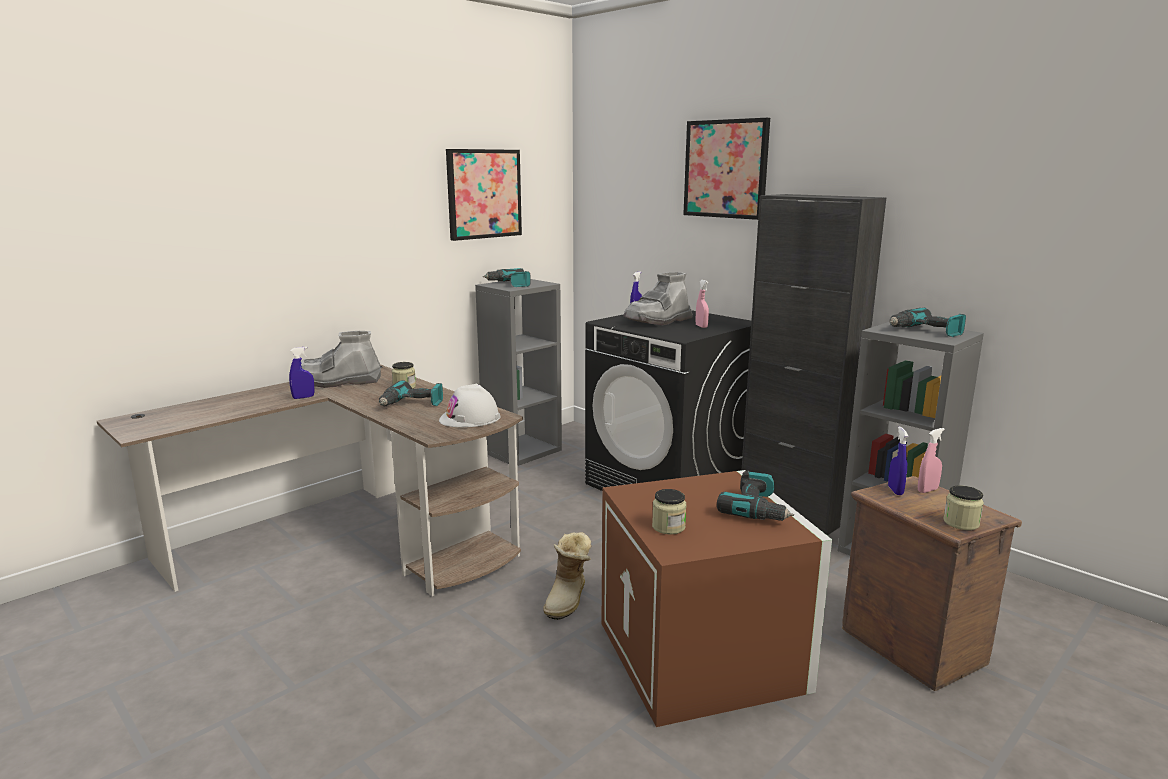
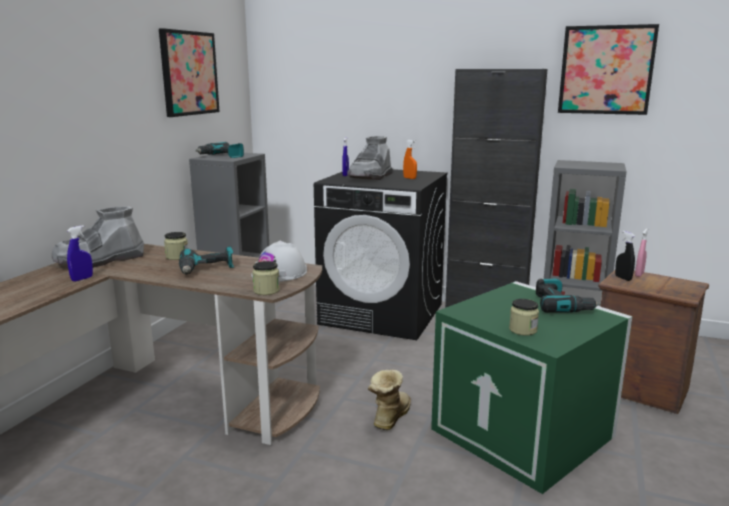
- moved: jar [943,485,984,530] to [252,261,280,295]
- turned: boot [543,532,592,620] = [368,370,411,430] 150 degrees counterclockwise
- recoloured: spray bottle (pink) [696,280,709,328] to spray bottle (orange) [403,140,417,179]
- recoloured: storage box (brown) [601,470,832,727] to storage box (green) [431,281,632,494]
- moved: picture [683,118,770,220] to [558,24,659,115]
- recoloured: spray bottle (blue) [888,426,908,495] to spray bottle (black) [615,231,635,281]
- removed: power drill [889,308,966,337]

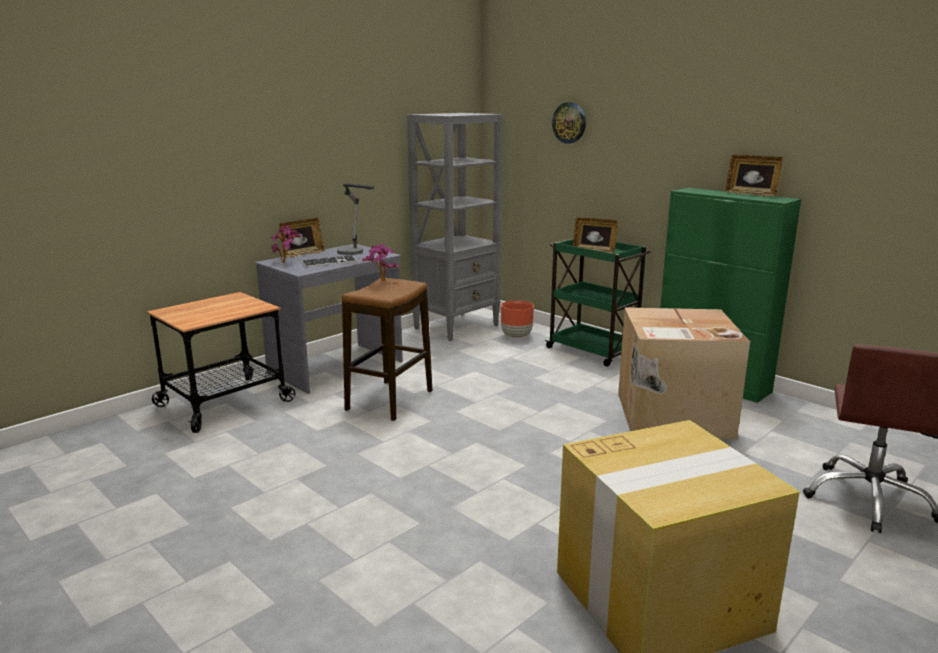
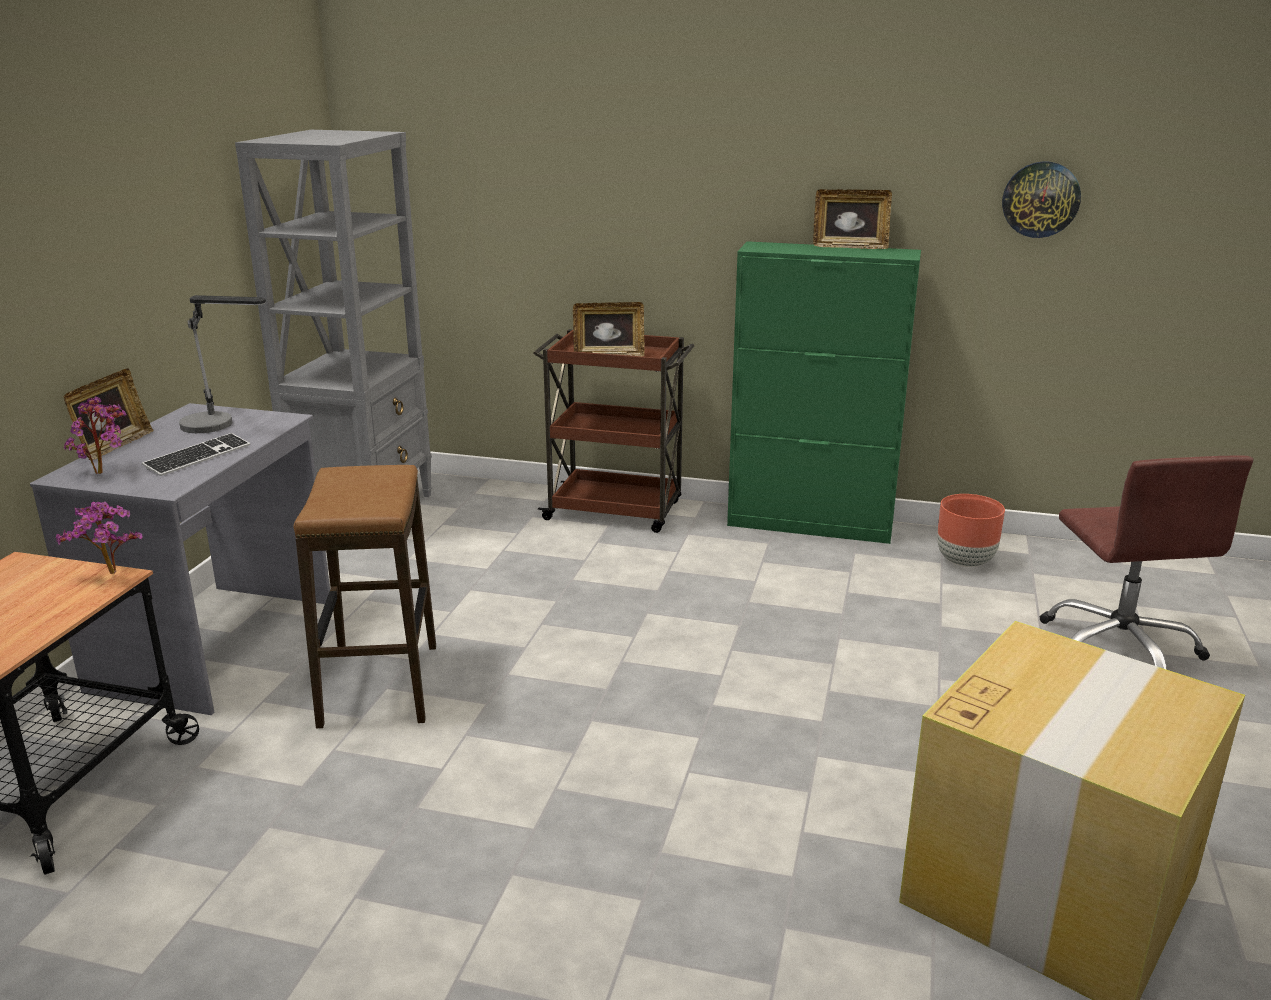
- moved: potted plant [362,244,399,282] to [56,502,143,574]
- recoloured: cart (green) [544,238,651,366] to cart (brown) [533,329,694,533]
- moved: planter (brown) [501,300,534,338] to [937,494,1005,567]
- moved: wall clock [552,102,586,144] to [1002,161,1081,238]
- removed: cardboard box [618,308,750,440]

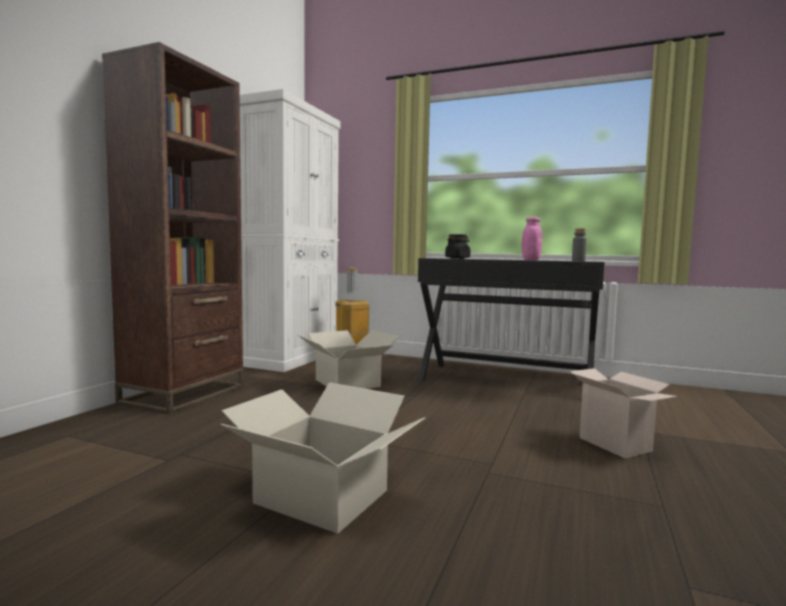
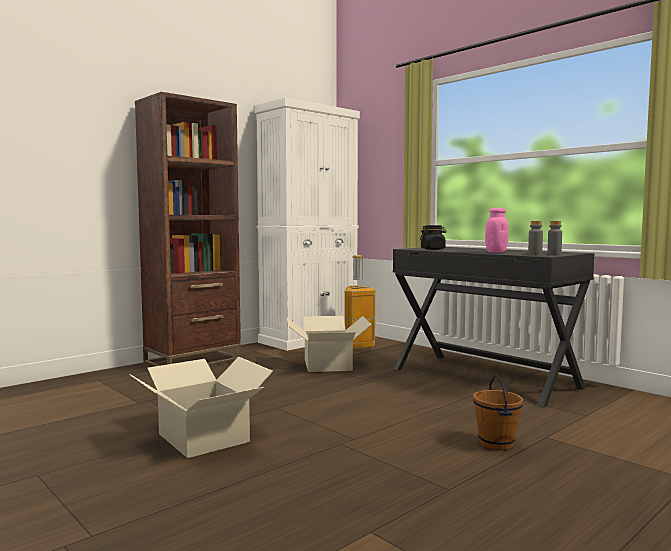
- replaced: cardboard box [570,368,677,458] to bucket (brown) [473,375,523,450]
- added: bottle (grey) [547,221,562,255]

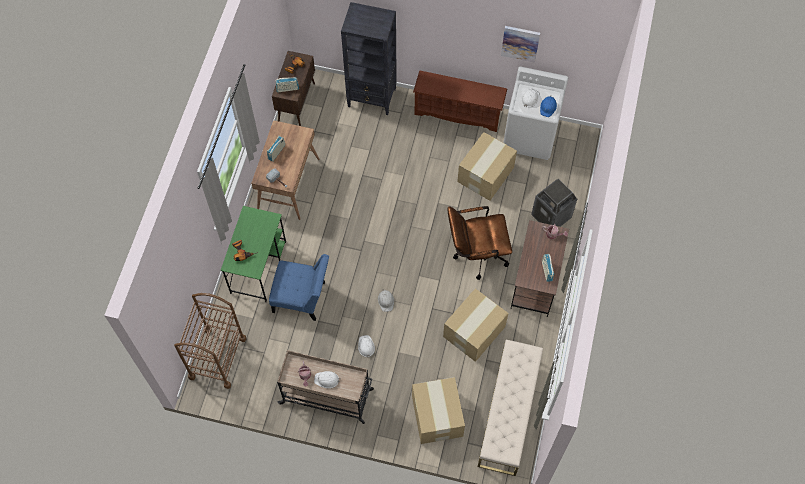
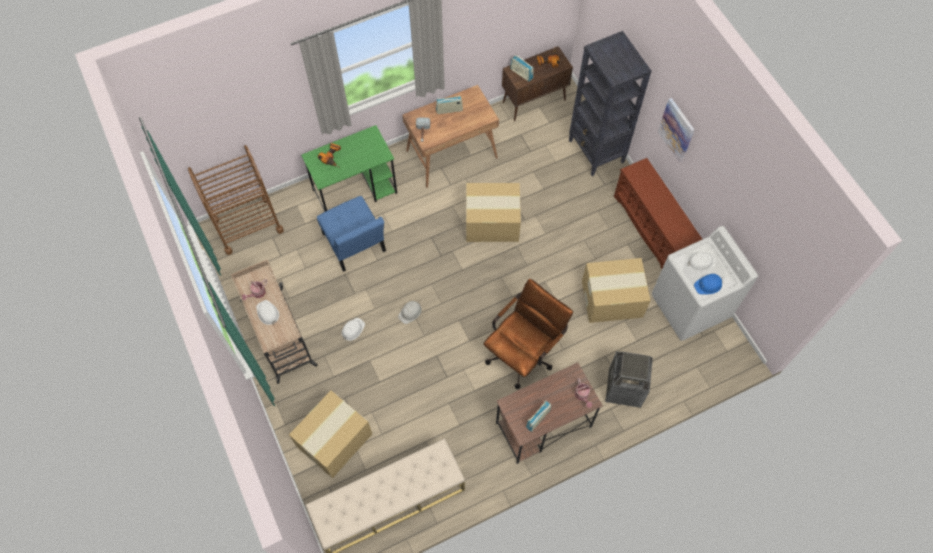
- moved: cardboard box [443,288,508,362] to [466,183,521,242]
- turned: office chair (brown) [447,206,512,280] = [483,279,573,389] 90 degrees clockwise
- moved: picture [501,26,540,63] to [658,98,695,163]

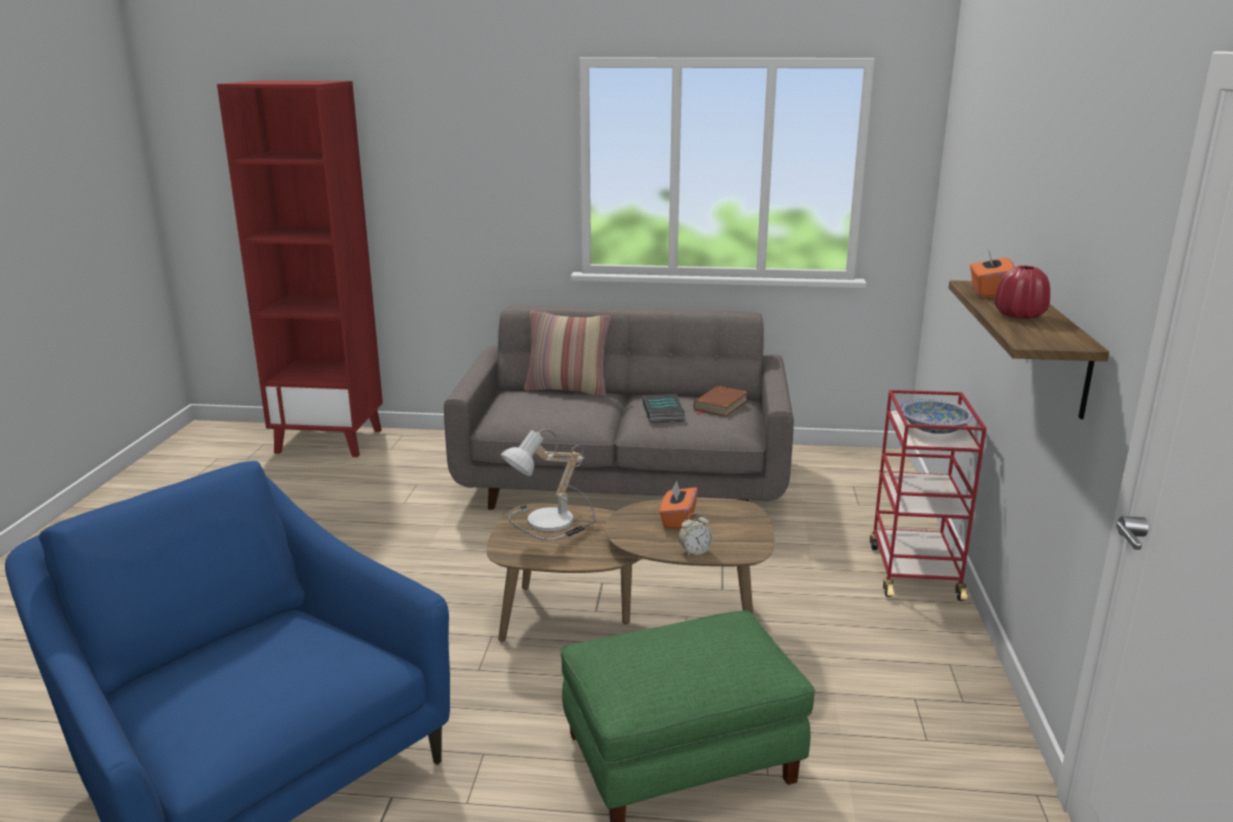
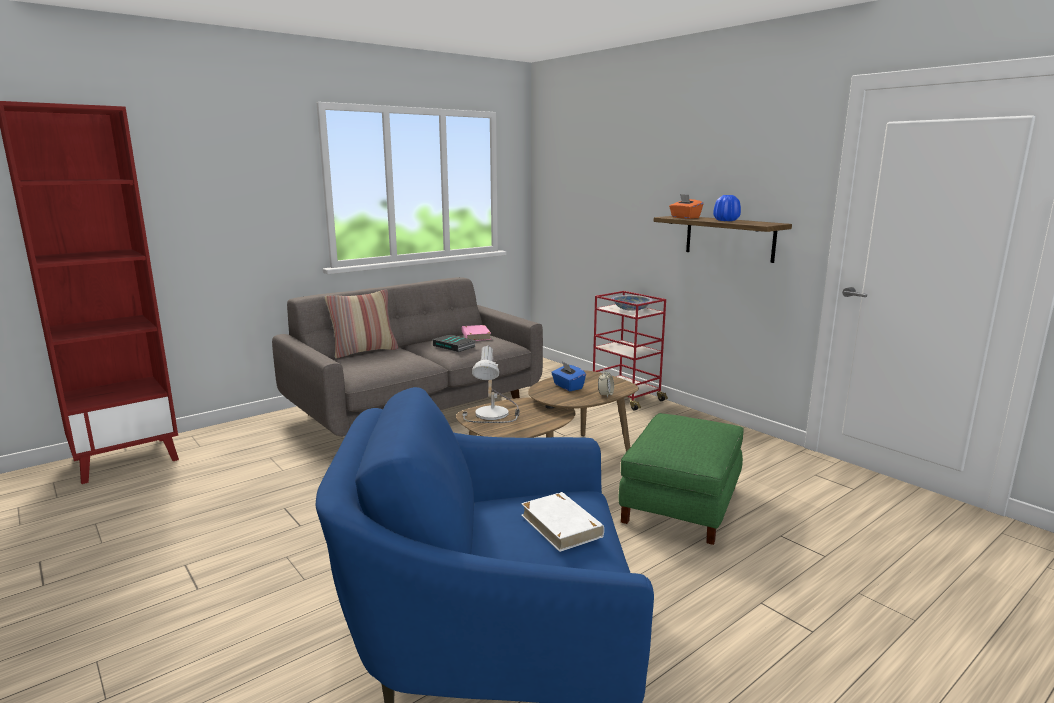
- recoloured: book (brown) [694,386,749,417] to book (pink) [462,325,491,341]
- added: book (white) [521,492,604,552]
- recoloured: tissue box (orange) [660,481,698,529] to tissue box (blue) [551,361,586,391]
- recoloured: vase (red) [994,266,1050,319] to vase (blue) [713,195,741,221]

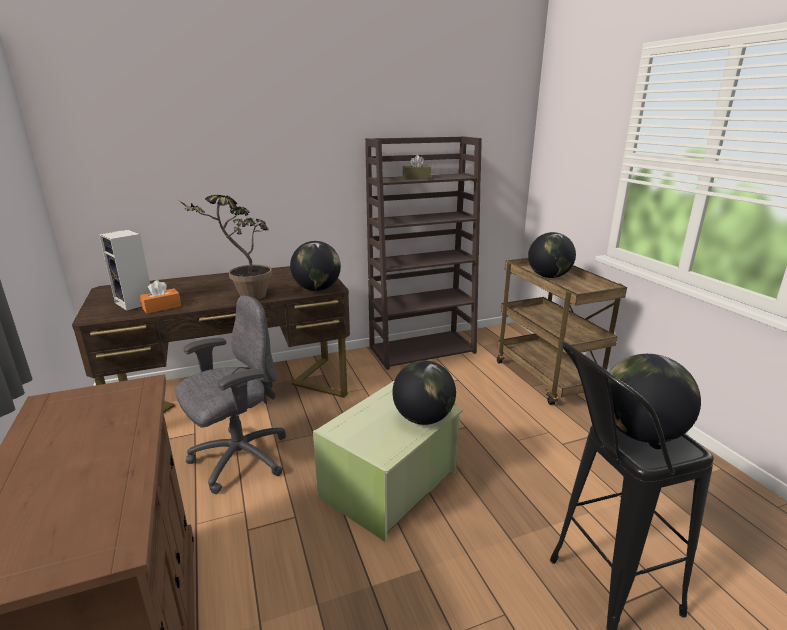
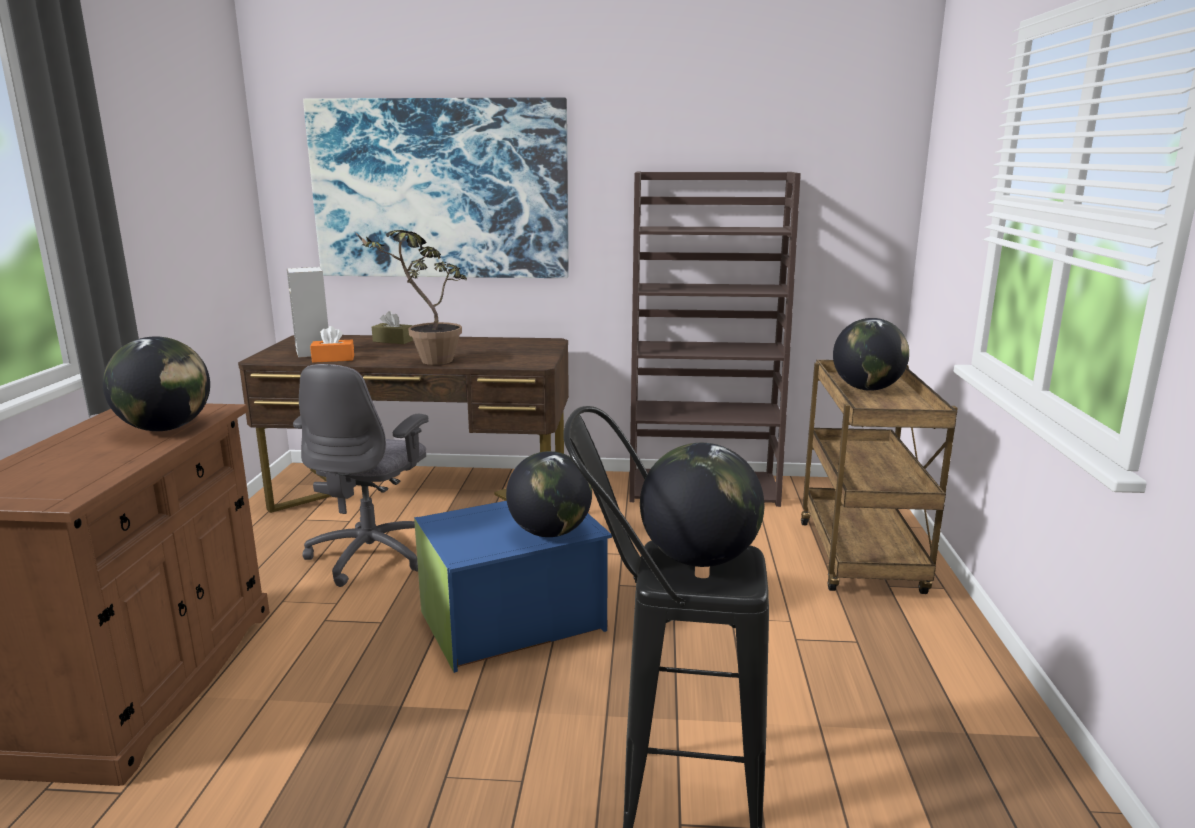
- moved: globe [290,241,341,291] to [103,336,210,431]
- turned: office chair (grey) [175,296,286,494] = [293,364,429,587] 120 degrees clockwise
- added: picture [303,97,569,278]
- moved: tissue box (brown) [403,155,431,179] to [372,311,413,344]
- recoloured: storage box (green) [313,381,463,542] to storage box (blue) [414,501,612,673]

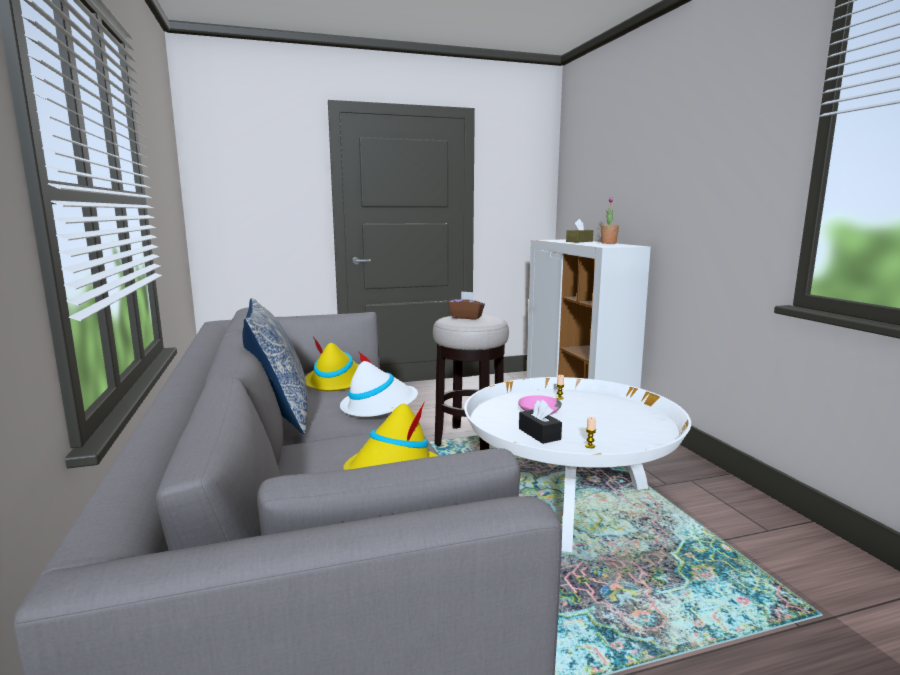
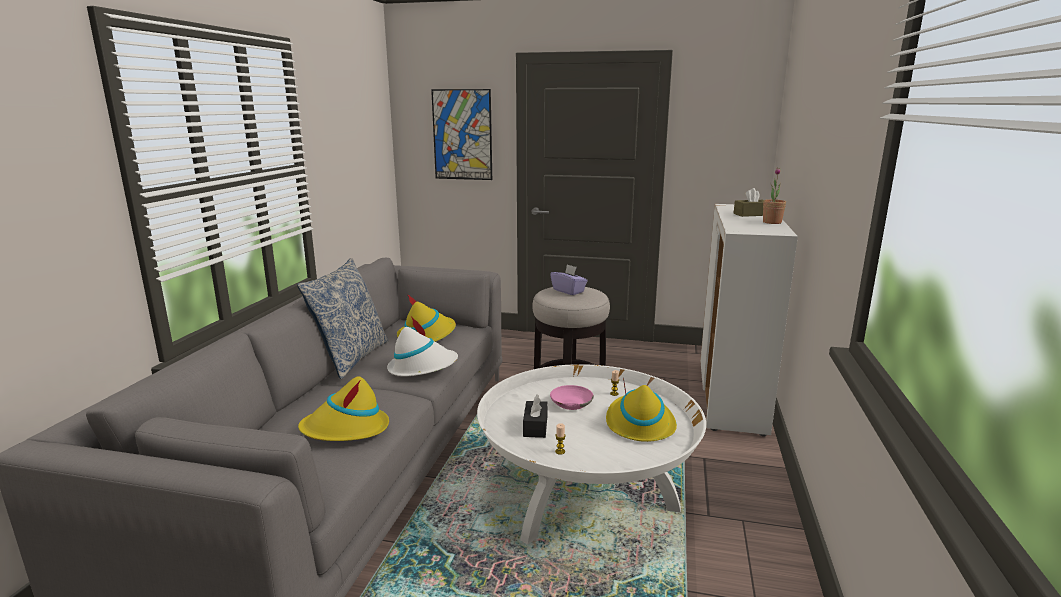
- added: picture [431,89,492,180]
- recoloured: tissue box (brown) [448,291,485,319] to tissue box (purple) [550,264,588,295]
- added: hat (yellow) [606,378,677,442]

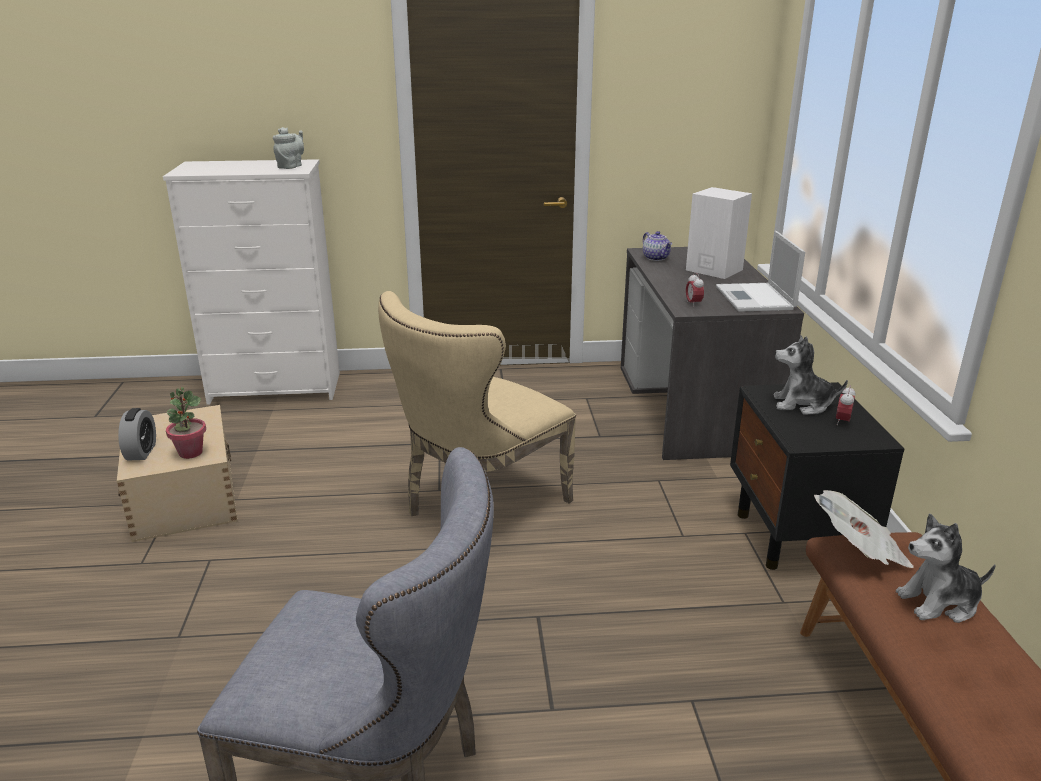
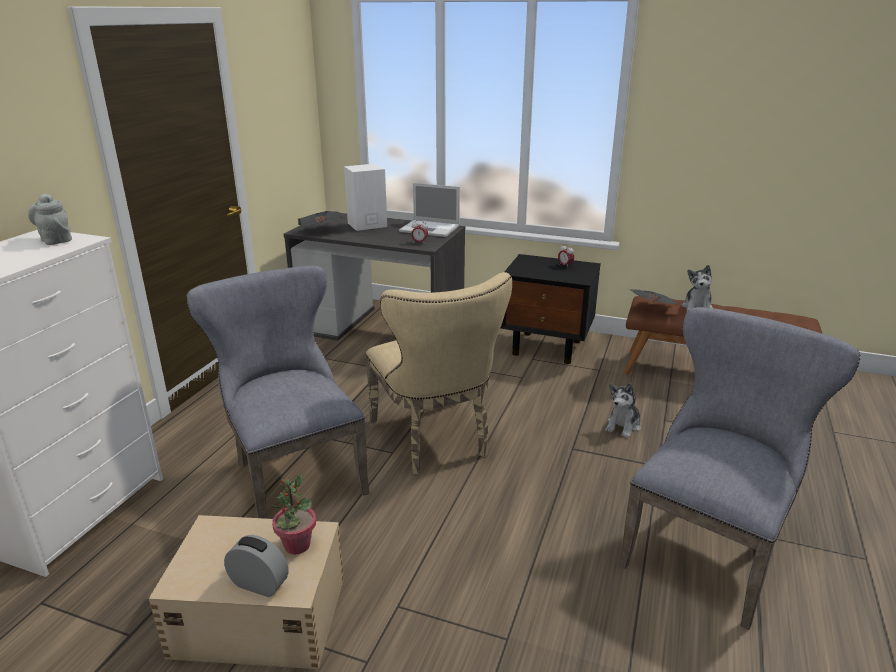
- added: chair (grey) [186,266,369,519]
- replaced: teapot [643,231,672,261] to newspaper [297,211,342,227]
- moved: plush toy [774,335,848,415] to [605,383,641,438]

